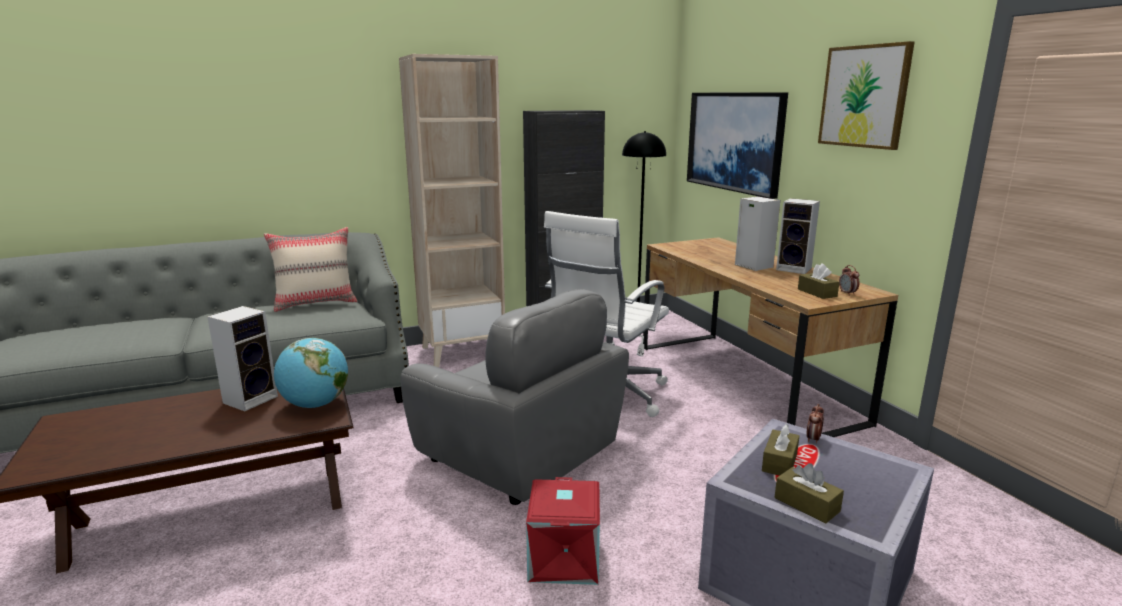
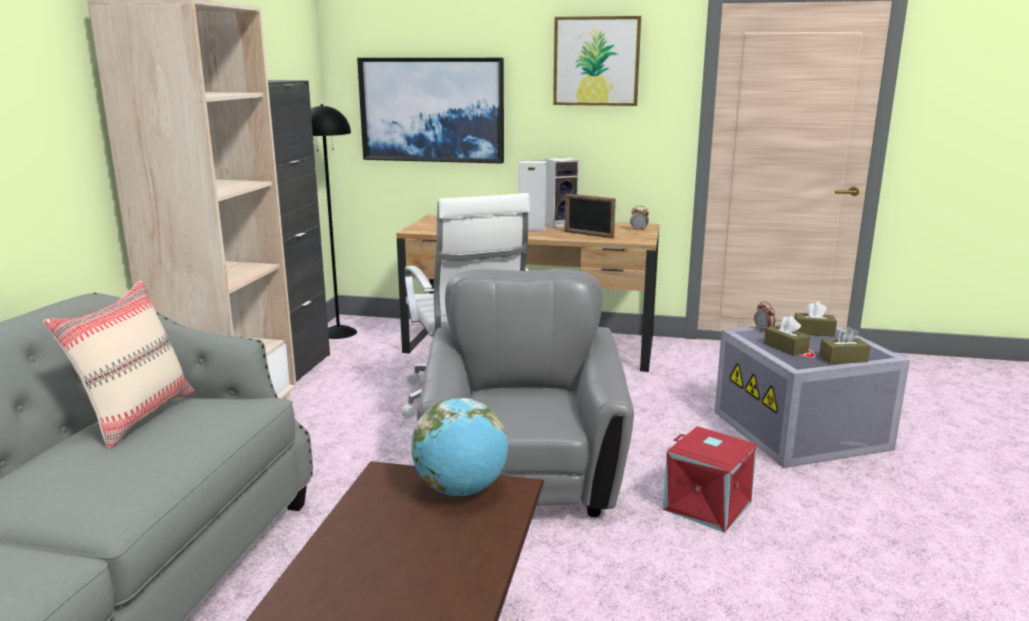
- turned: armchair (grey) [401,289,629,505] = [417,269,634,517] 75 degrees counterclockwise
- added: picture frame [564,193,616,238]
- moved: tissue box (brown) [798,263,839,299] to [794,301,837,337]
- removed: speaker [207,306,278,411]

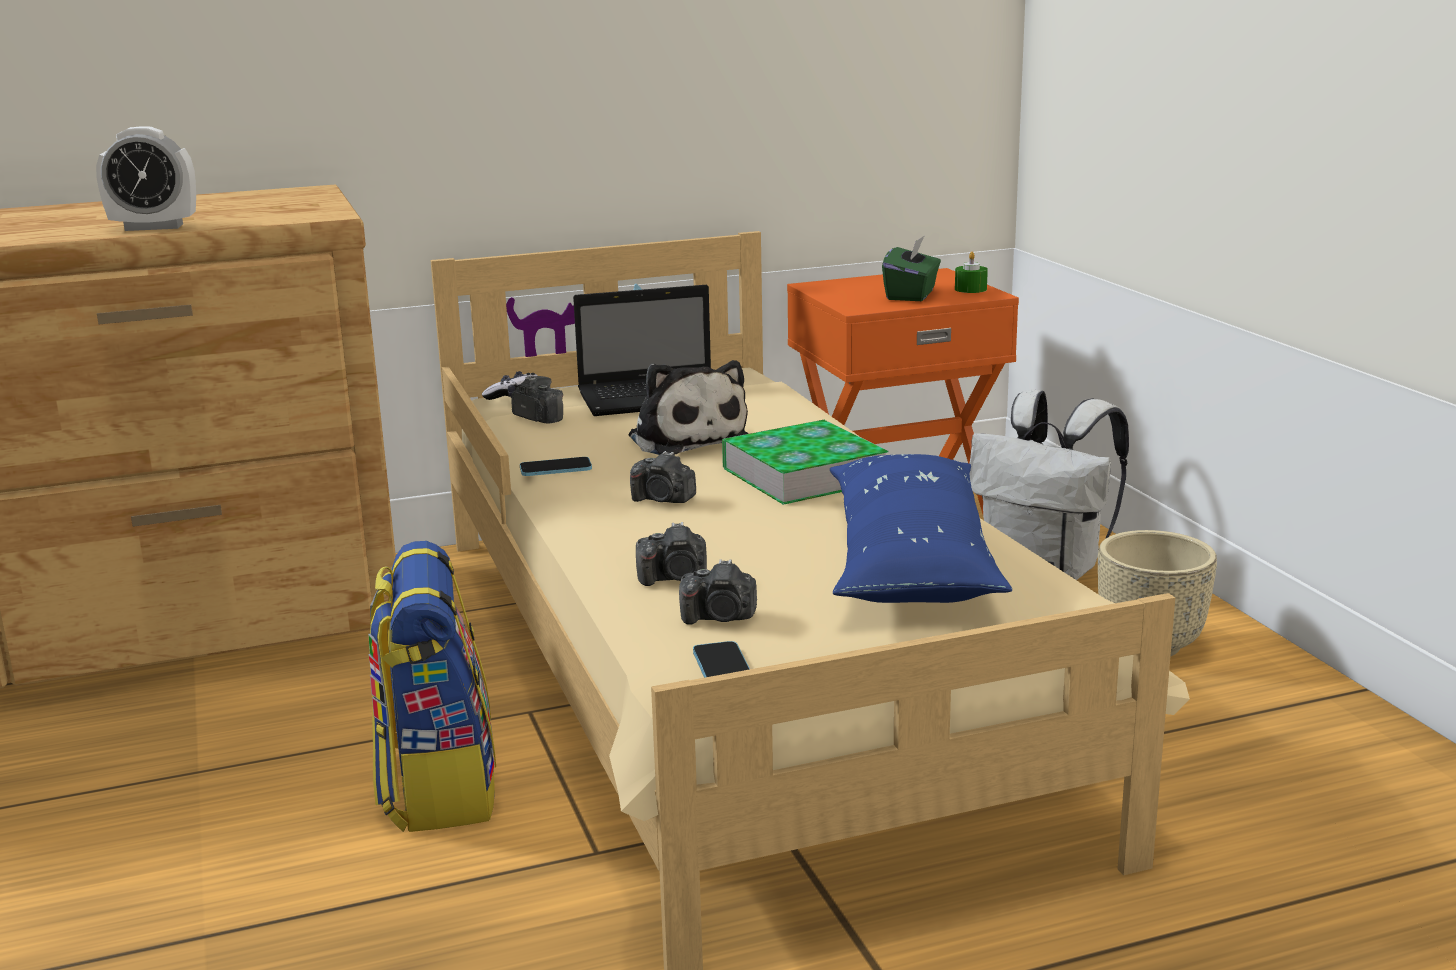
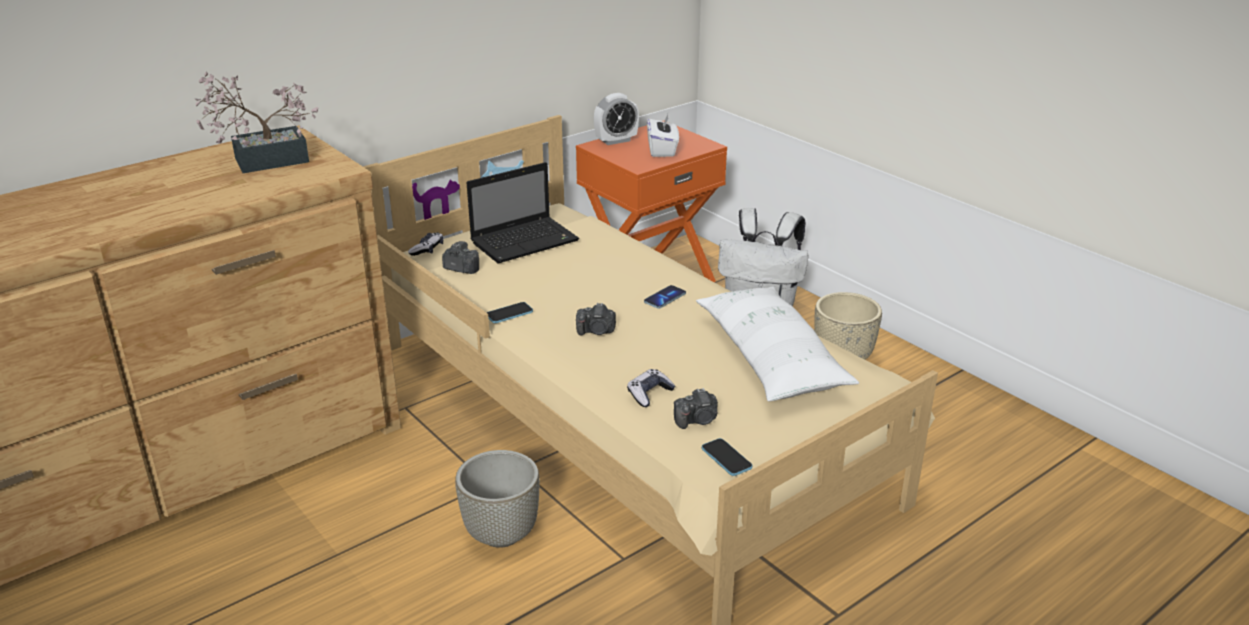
- added: potted plant [195,72,318,173]
- replaced: backpack [368,541,496,832] to planter (grey) [455,450,540,548]
- moved: alarm clock [96,126,196,231] to [594,93,639,145]
- replaced: photo camera [636,522,707,586] to game controller [627,369,675,407]
- replaced: book [722,420,888,505] to phone [644,285,686,308]
- recoloured: tissue box (green) [882,235,941,301] to tissue box (white) [647,114,679,157]
- recoloured: pillow (blue) [830,454,1012,603] to pillow (white) [696,286,859,401]
- removed: plush toy [629,360,749,455]
- removed: candle (green) [955,252,988,293]

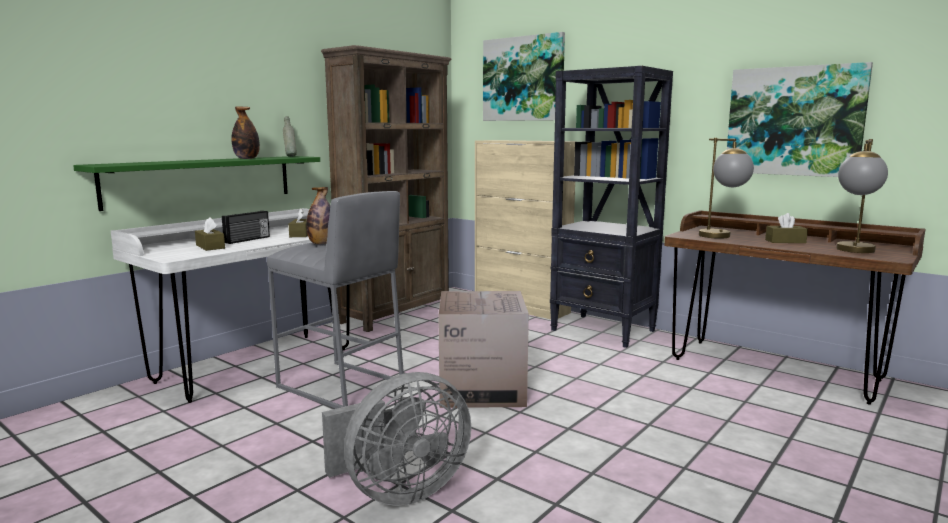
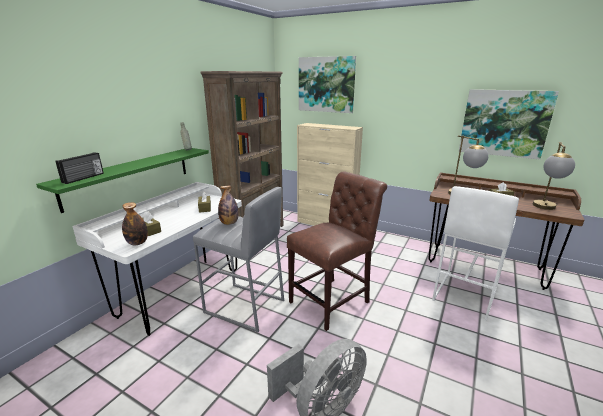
- moved: radio [222,211,270,244] to [55,152,104,184]
- moved: bottle [231,106,260,159] to [122,202,148,245]
- replaced: cardboard box [438,291,529,408] to chair (brown) [287,171,387,331]
- added: stool (white) [432,186,519,320]
- removed: bookcase (black) [550,66,673,348]

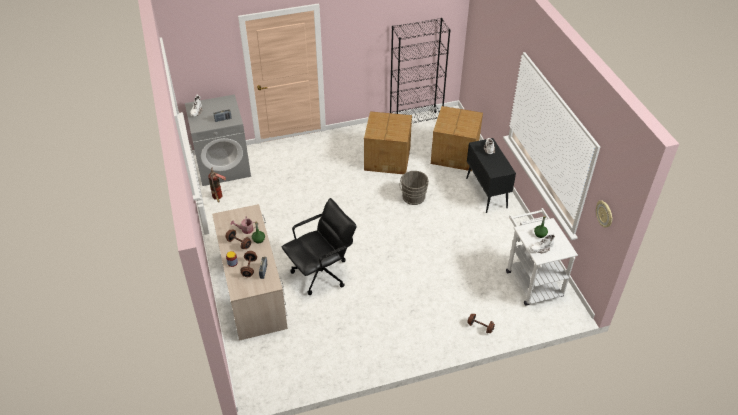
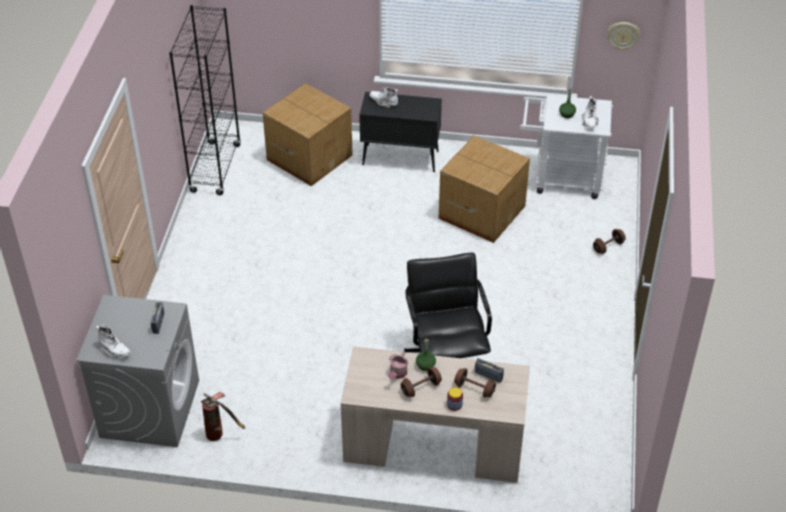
- moved: cardboard box [364,111,412,174] to [439,136,530,243]
- removed: bucket (grey) [400,171,429,205]

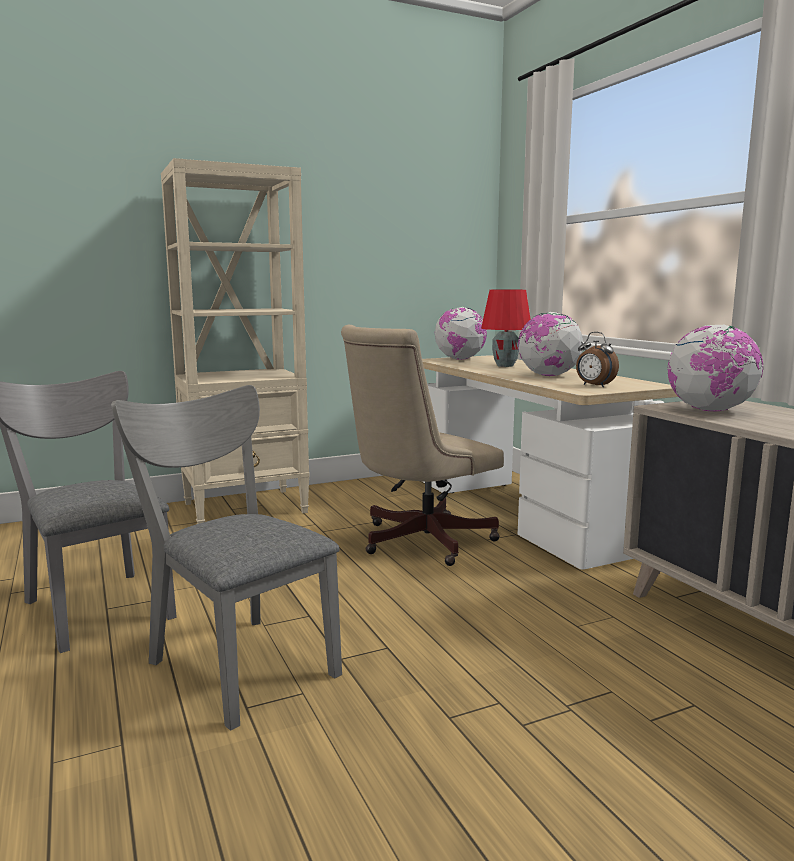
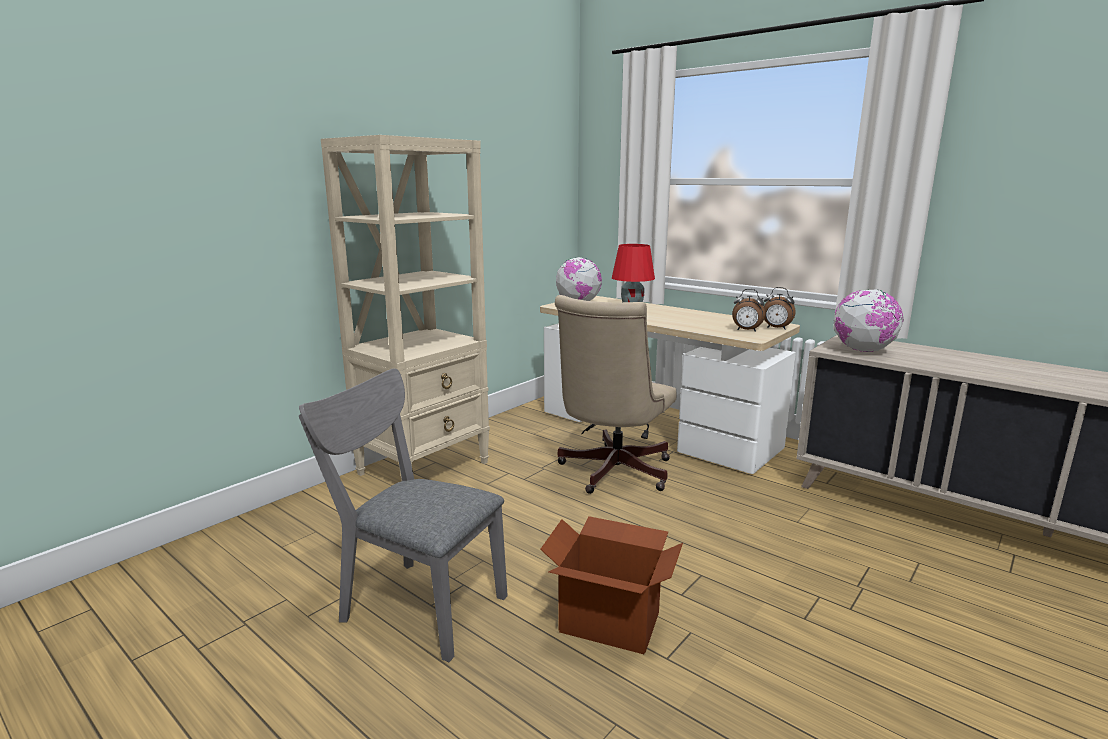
- replaced: chair (grey) [111,385,342,731] to cardboard box [540,516,683,654]
- added: alarm clock [764,287,795,329]
- removed: globe [518,312,584,376]

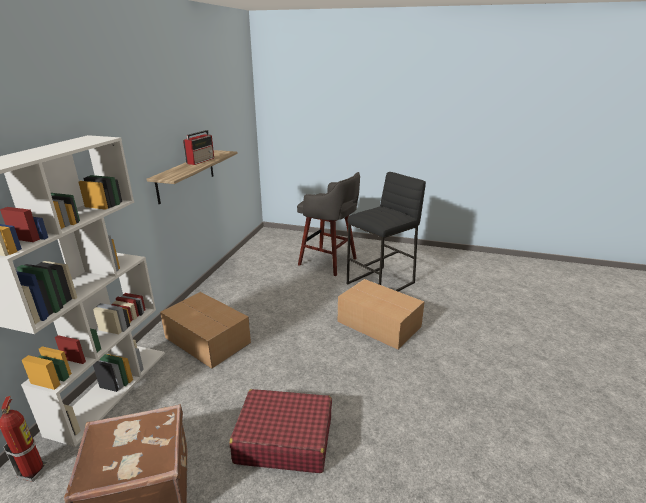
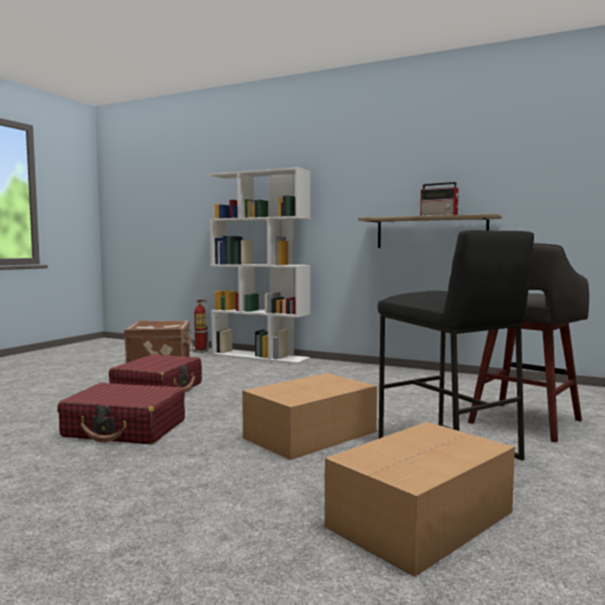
- added: suitcase (red) [57,383,185,444]
- moved: cardboard box [160,292,251,369] to [325,422,515,577]

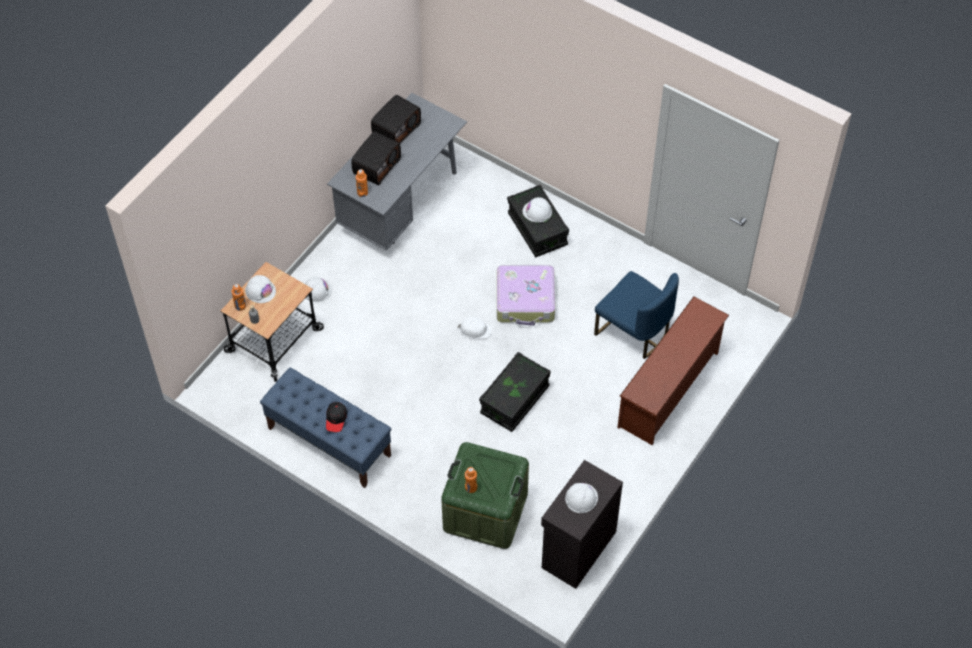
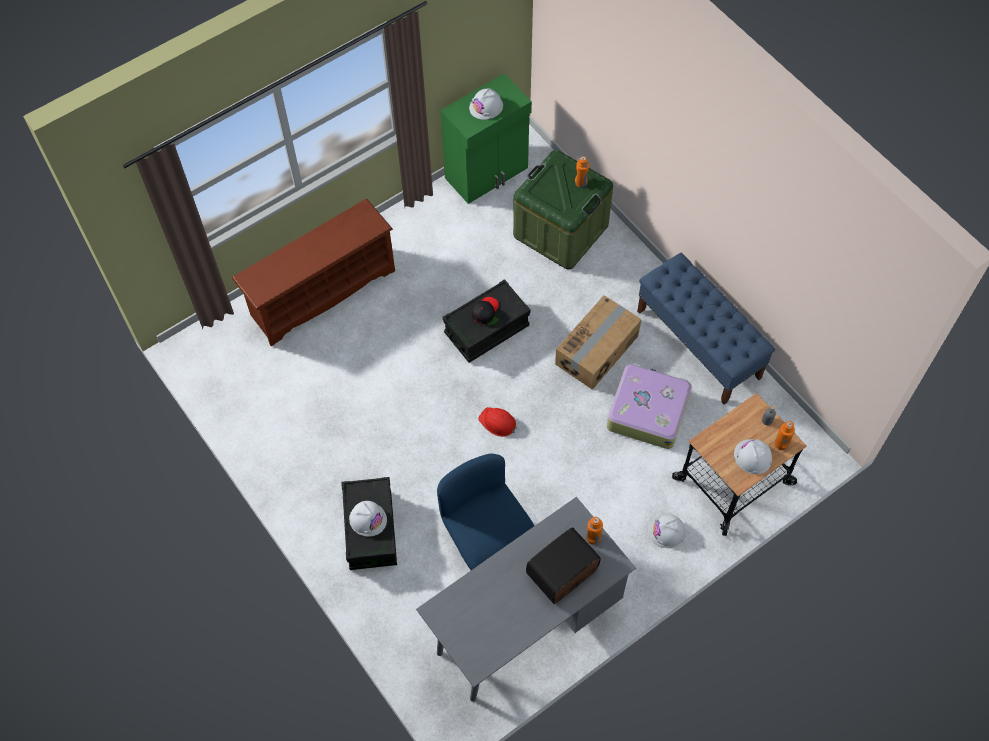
- moved: chair (blue) [594,271,679,359] to [437,454,534,570]
- recoloured: cabinet (black) [541,460,623,589] to cabinet (green) [440,74,532,204]
- moved: cap (black) [326,402,347,432] to [472,297,499,324]
- recoloured: hard hat (white) [458,317,492,339] to hard hat (red) [478,407,517,437]
- added: cardboard box [555,295,642,390]
- moved: suitcase [497,265,555,326] to [607,363,692,449]
- removed: radio [371,95,421,144]

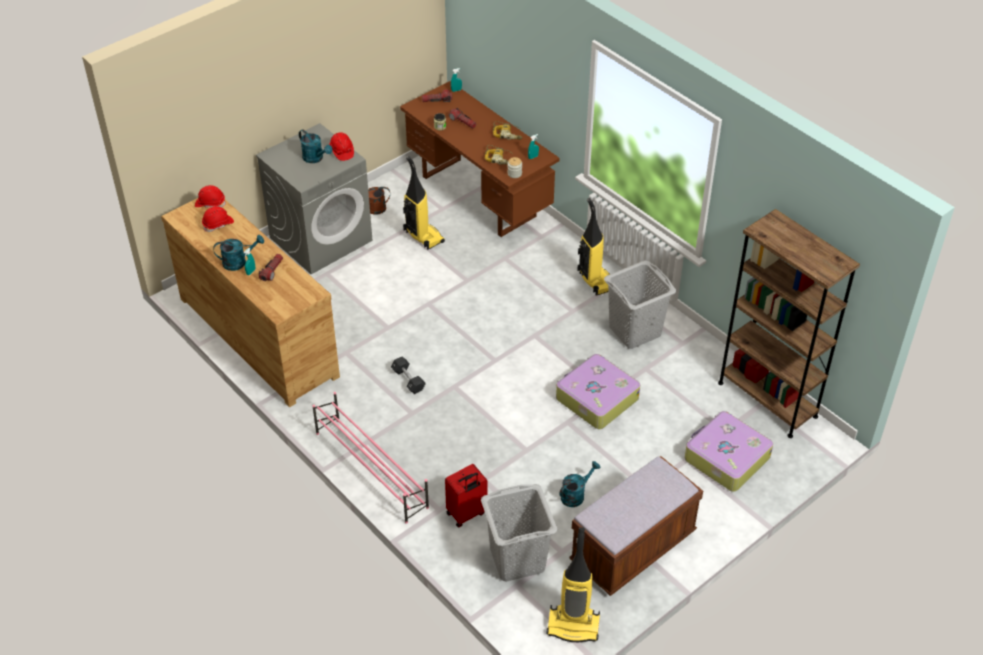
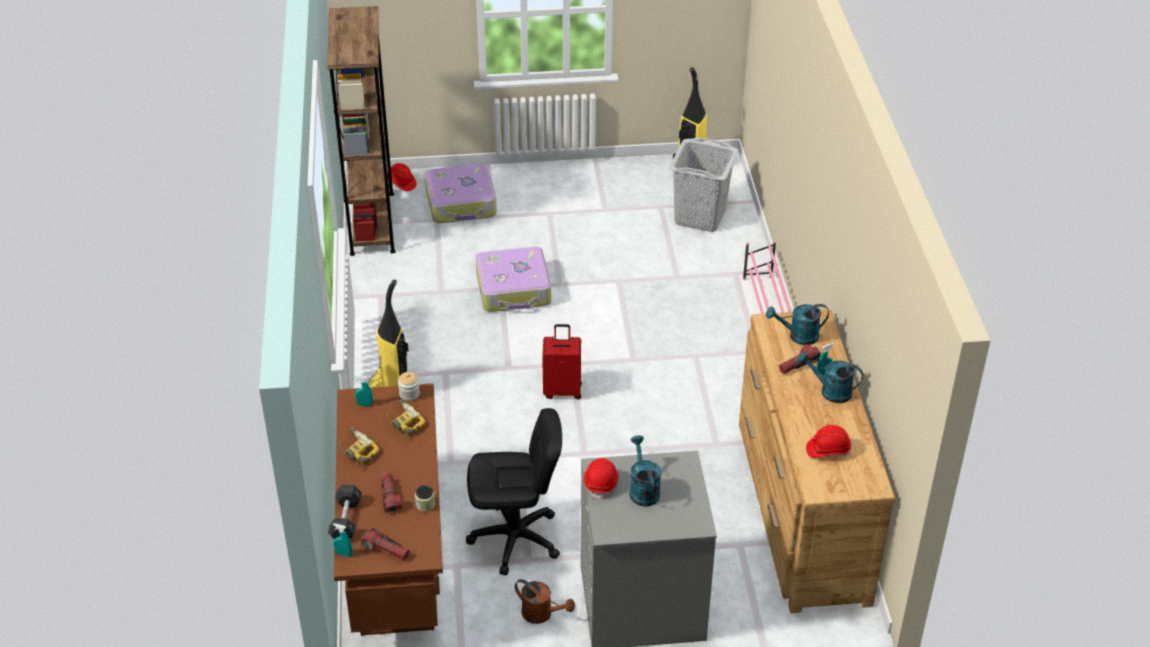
- moved: dumbbell (black) [391,357,426,394] to [328,485,362,539]
- moved: hard hat (red) [195,185,226,208] to [387,163,417,192]
- replaced: vacuum cleaner [403,156,445,250] to office chair (black) [466,408,562,575]
- moved: suitcase (red) [445,464,487,527] to [542,324,582,400]
- moved: watering can (turquoise) [559,461,600,507] to [766,304,829,345]
- removed: bench (brown) [569,456,703,596]
- removed: laundry basket (grey) [604,260,676,349]

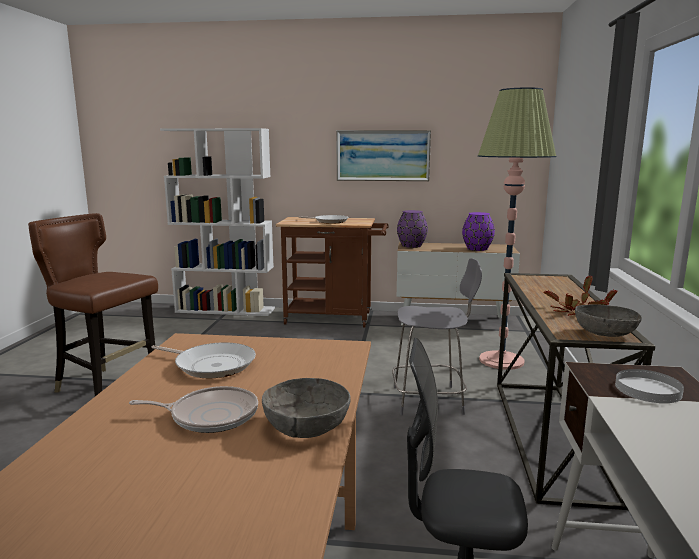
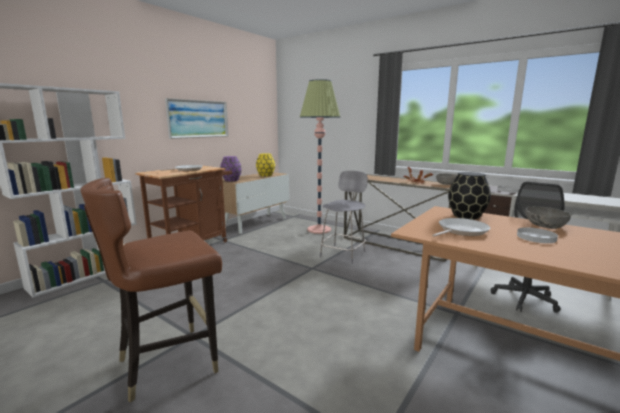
- recoloured: vase (purple) [462,212,495,251] to vase (yellow) [256,154,275,177]
- added: vase (black) [448,172,491,220]
- replaced: frying pan [129,386,258,433] to plate (white) [517,227,558,243]

